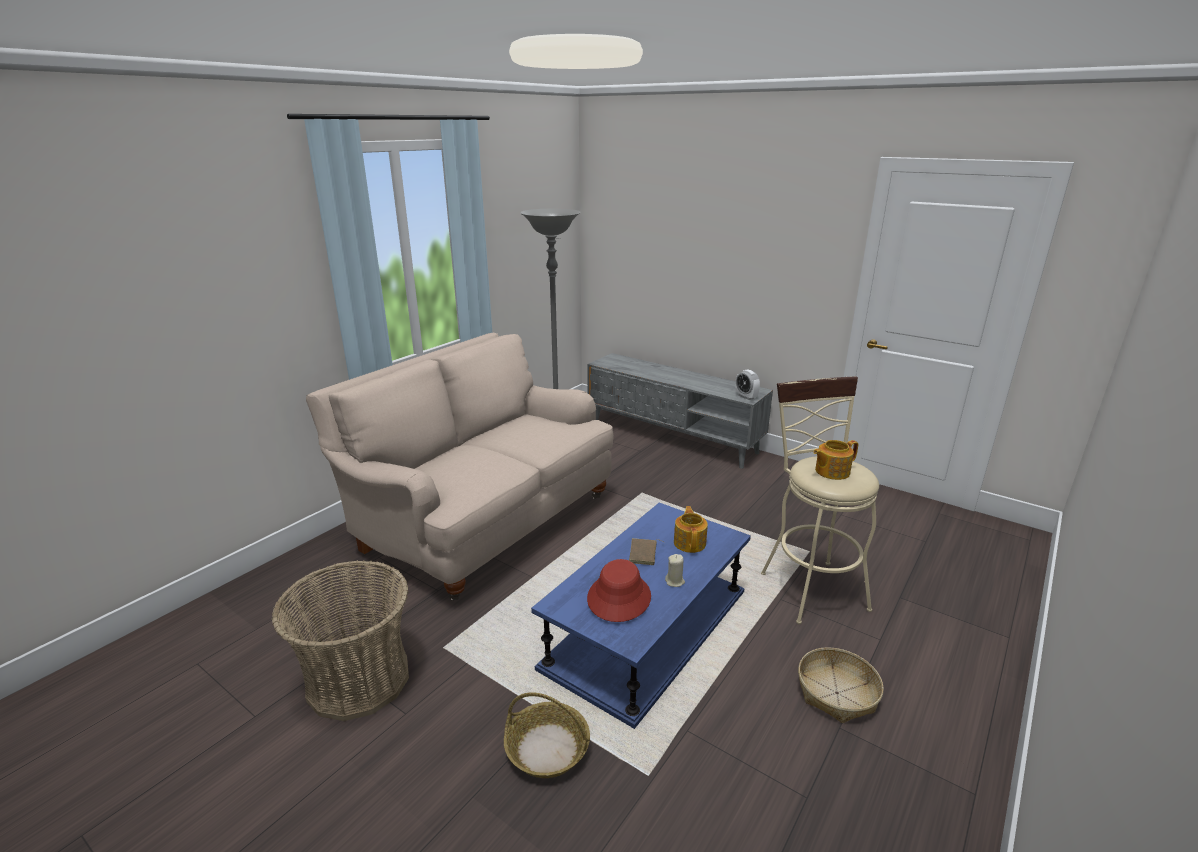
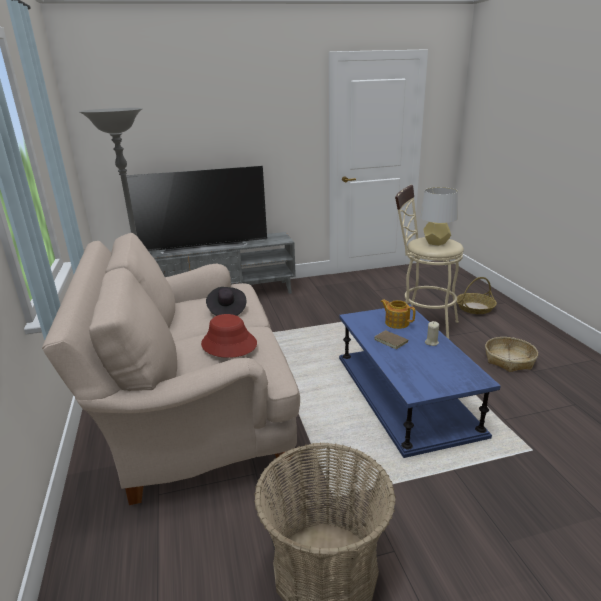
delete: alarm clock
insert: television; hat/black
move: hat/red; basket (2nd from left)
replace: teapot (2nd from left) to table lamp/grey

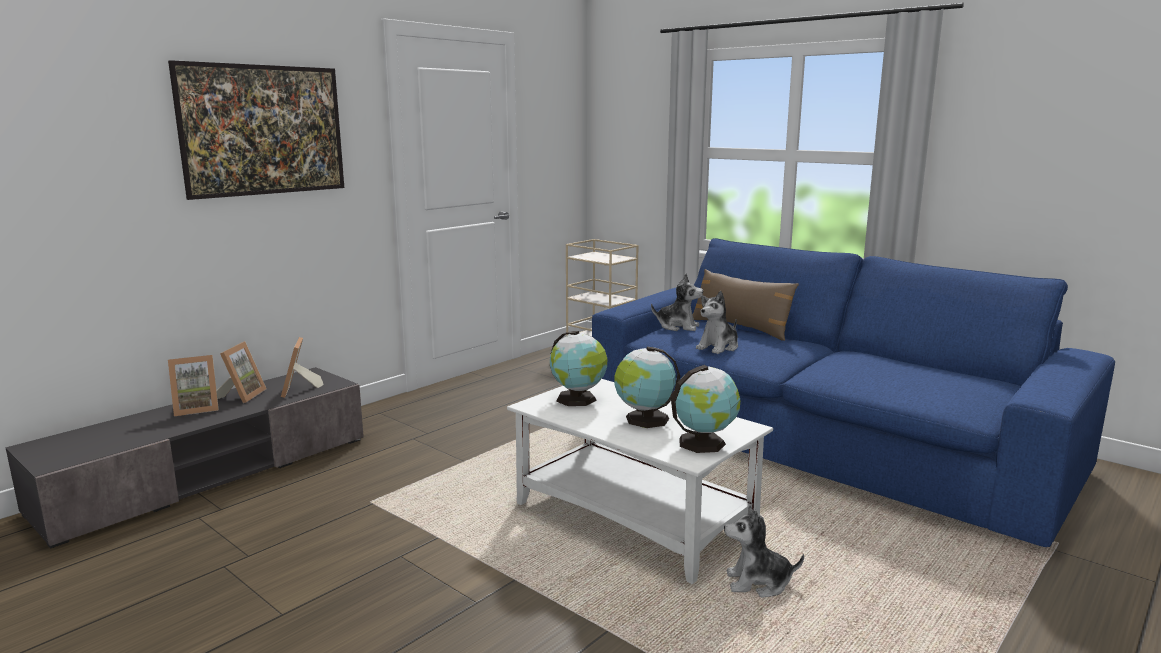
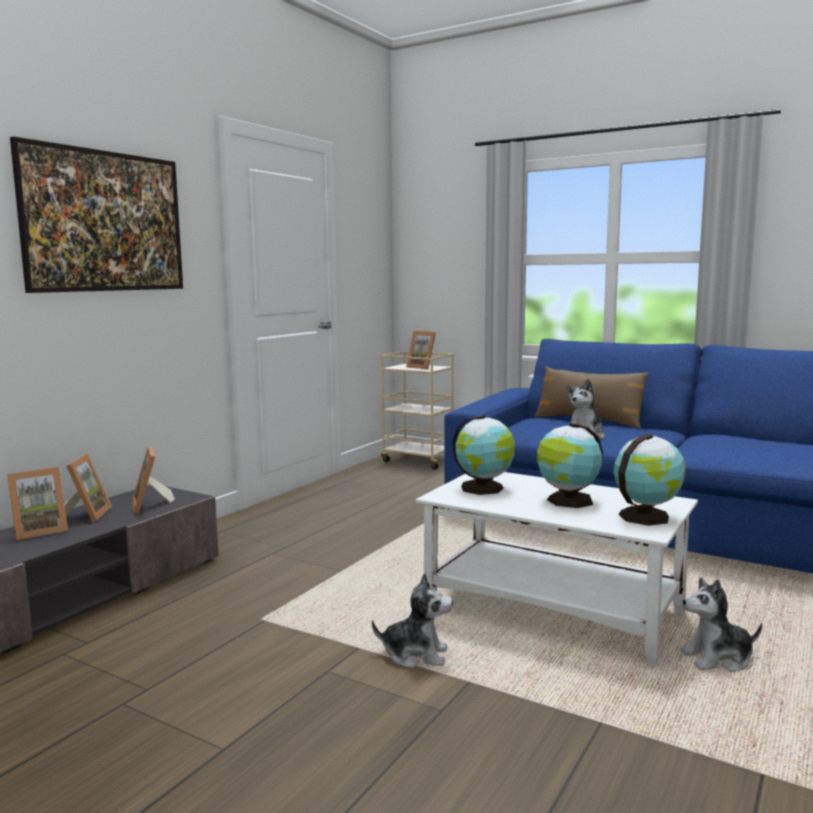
insert: picture frame (4th from left)
move: plush toy (1st from left)

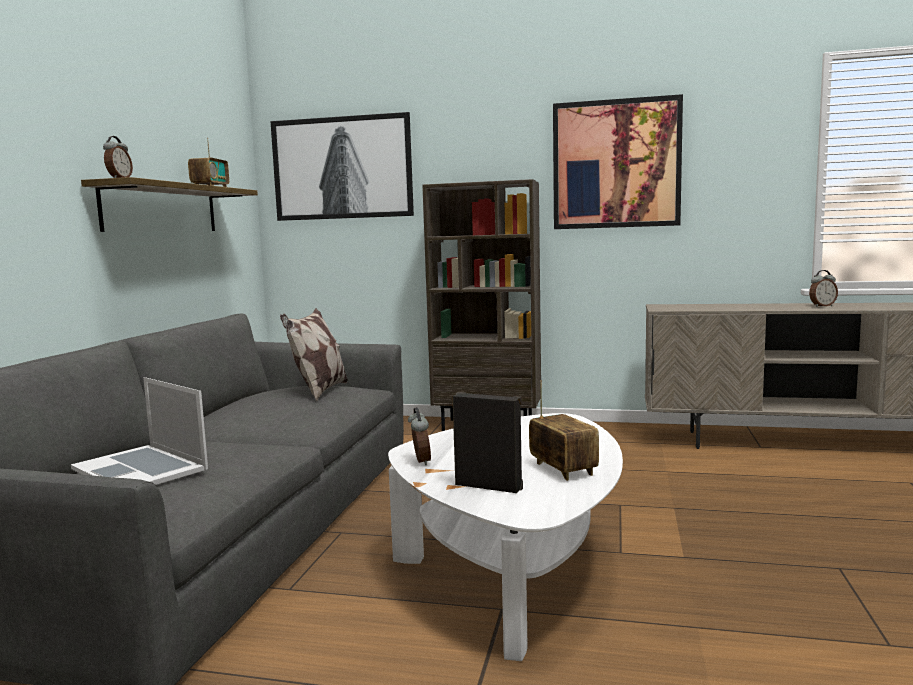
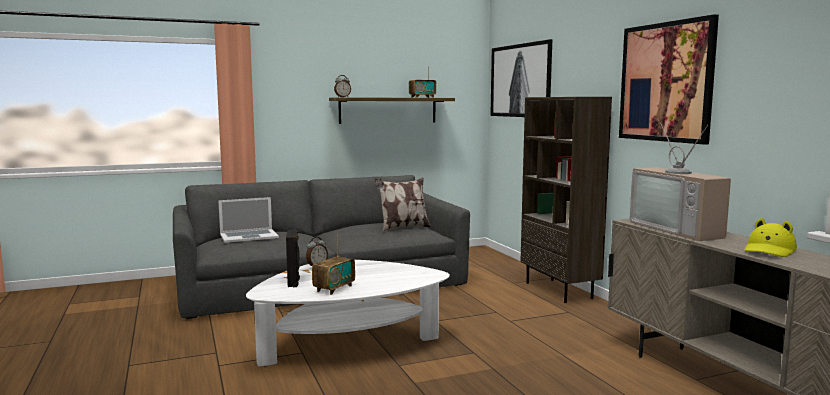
insert: television
replace: alarm clock (3rd from left) to hat/yellow
rotate: laptop 120 degrees counterclockwise

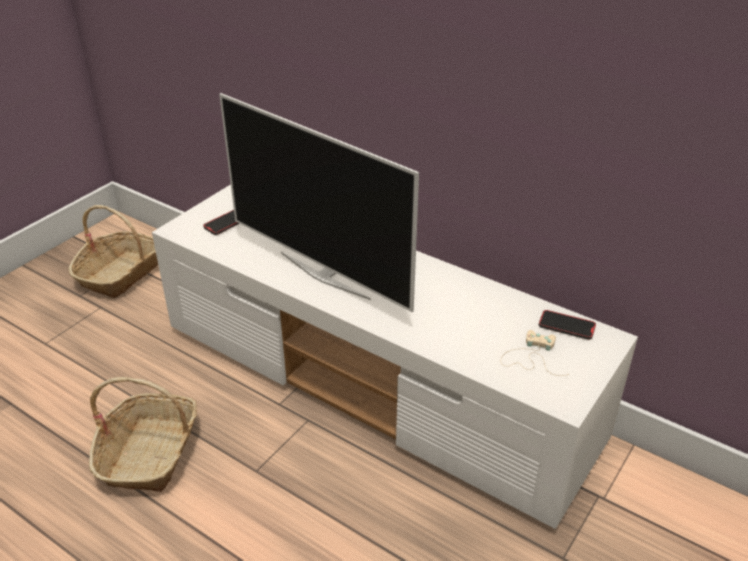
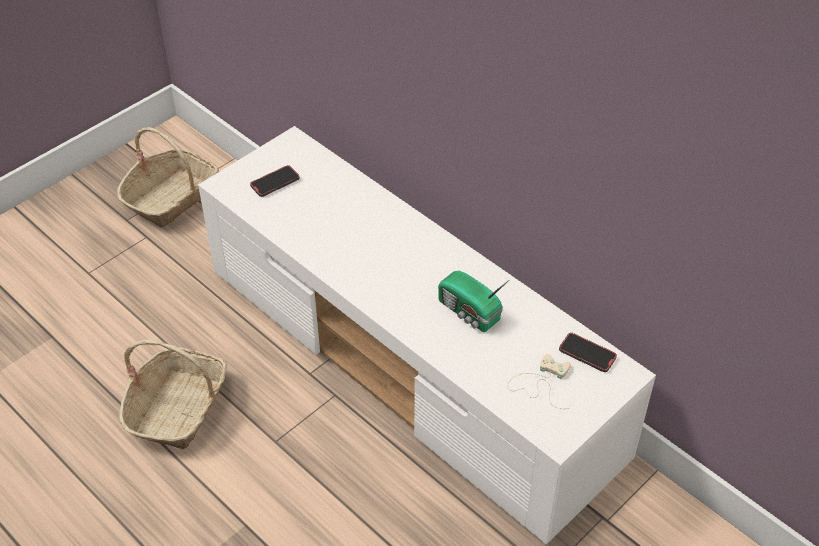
delete: television
insert: radio

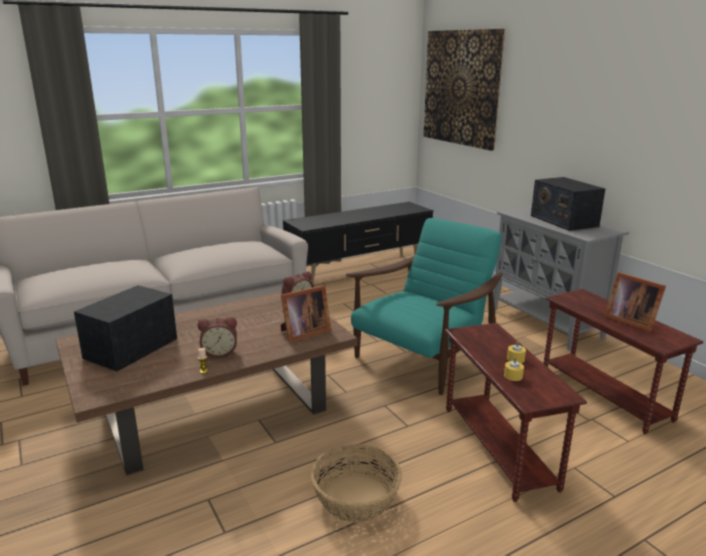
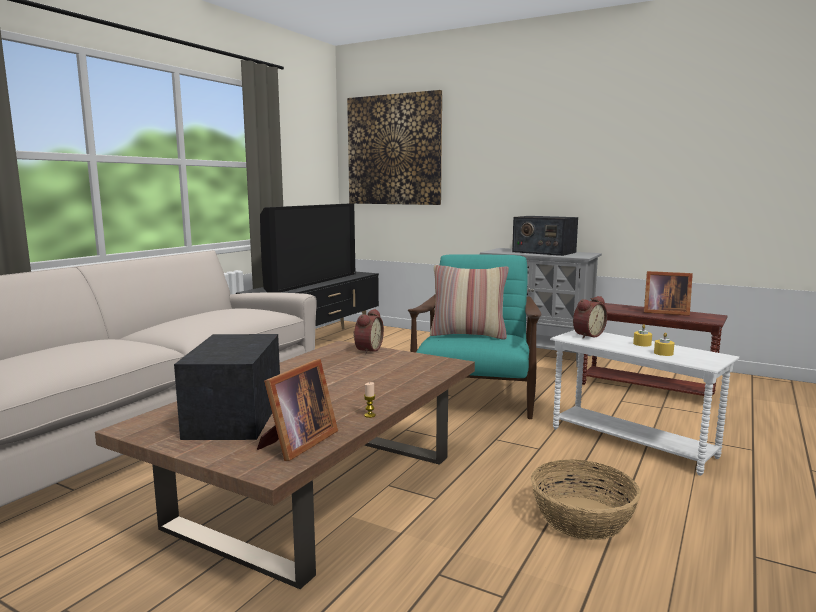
insert: television; pillow
move: picture frame (1st from left); alarm clock (1st from left in the first image) to alarm clock (2nd from left)
recolor: side table/brown (1st from left) to side table/white

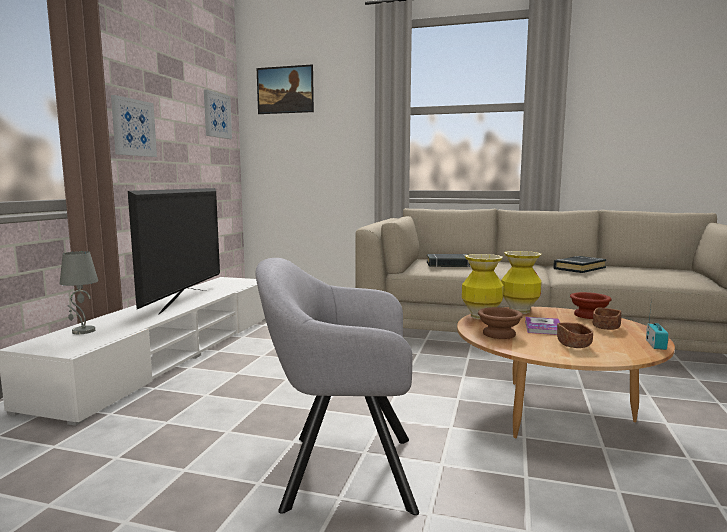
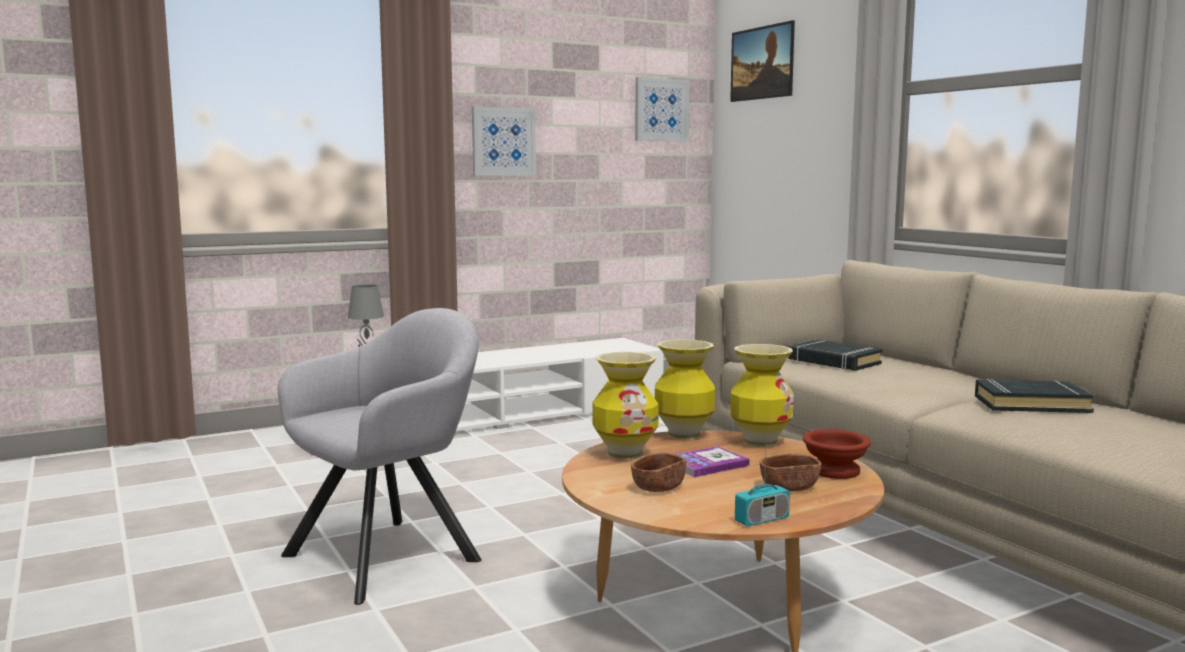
delete: television
replace: bowl/brown (1st from left) to vase (1st from left)
rotate: armchair/grey 90 degrees clockwise

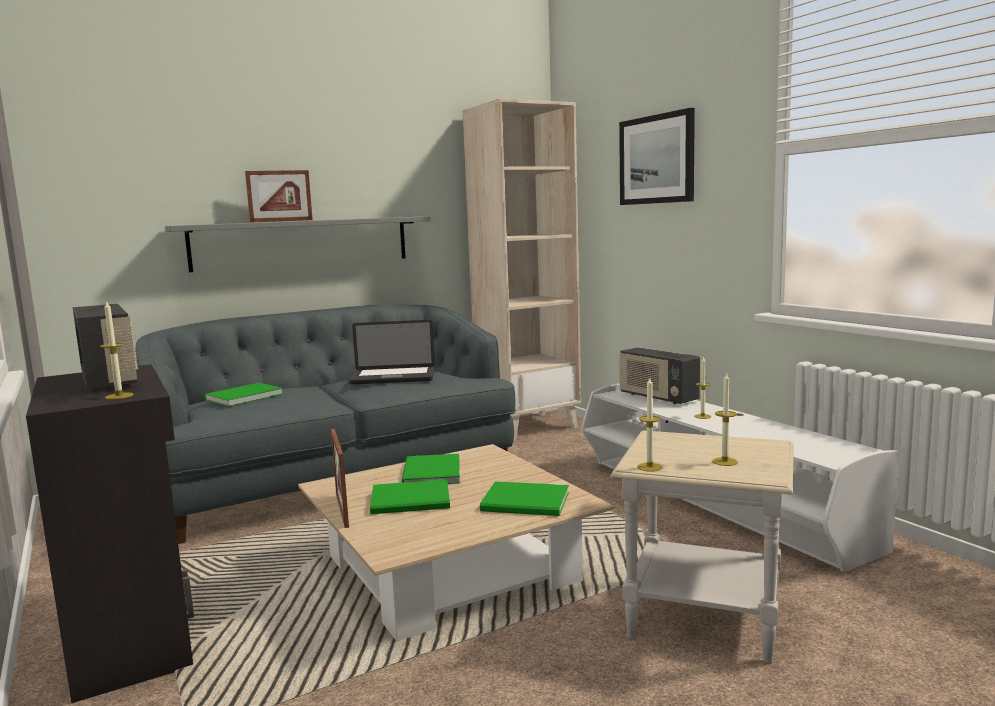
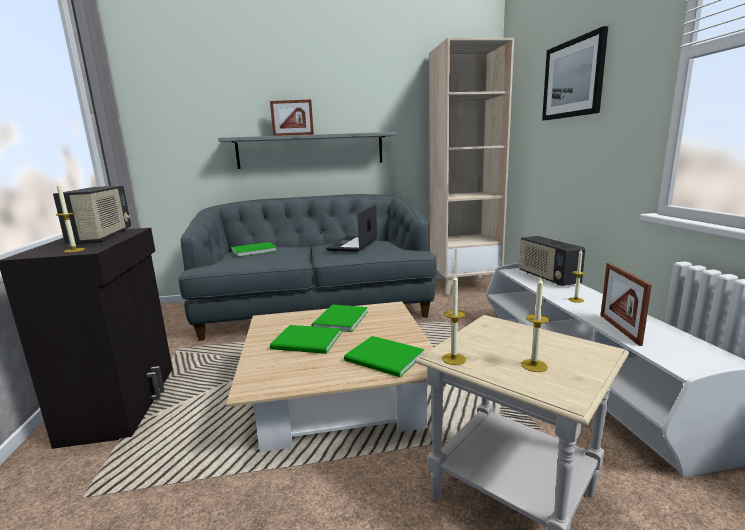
move: picture frame (2nd from left)
rotate: laptop 90 degrees clockwise

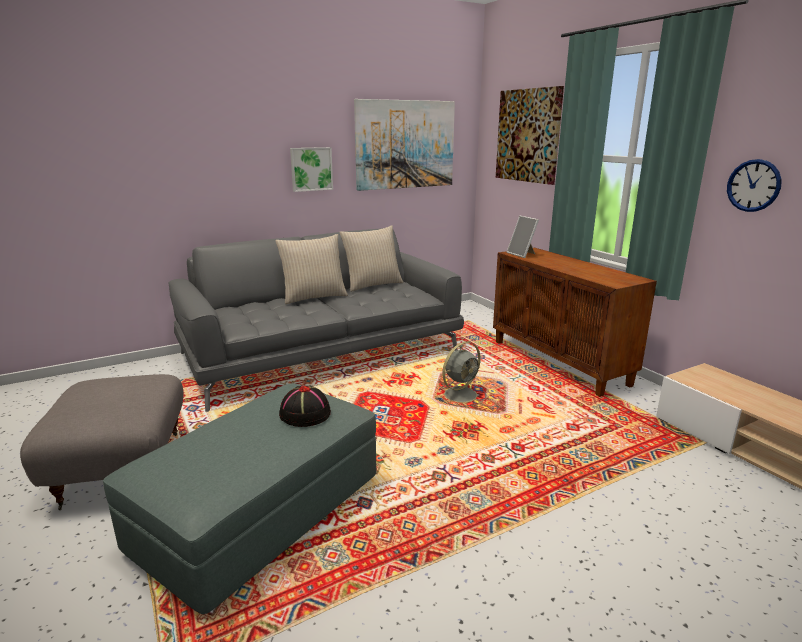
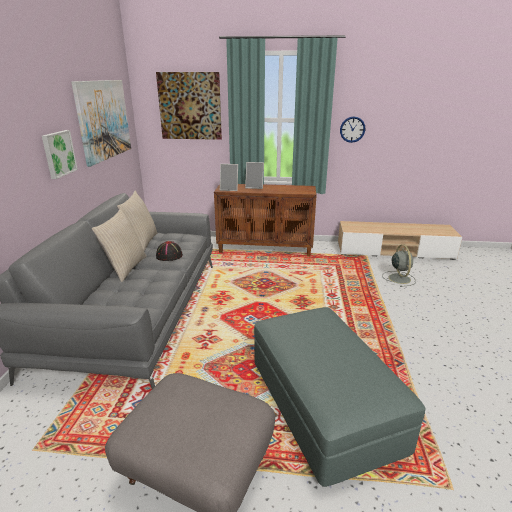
insert: picture frame (2nd from left)
move: hat/black; fan/grey

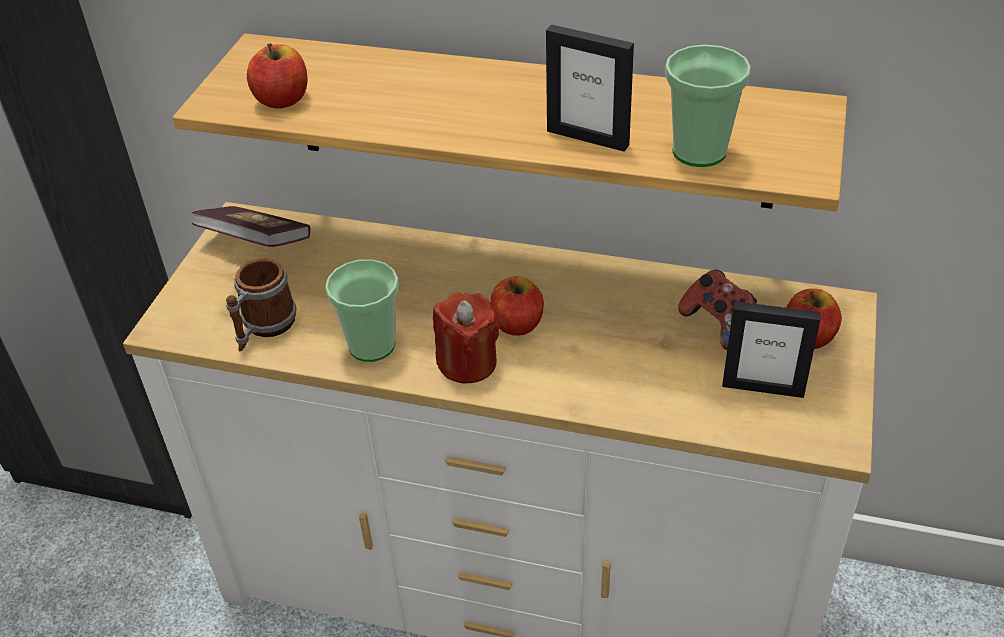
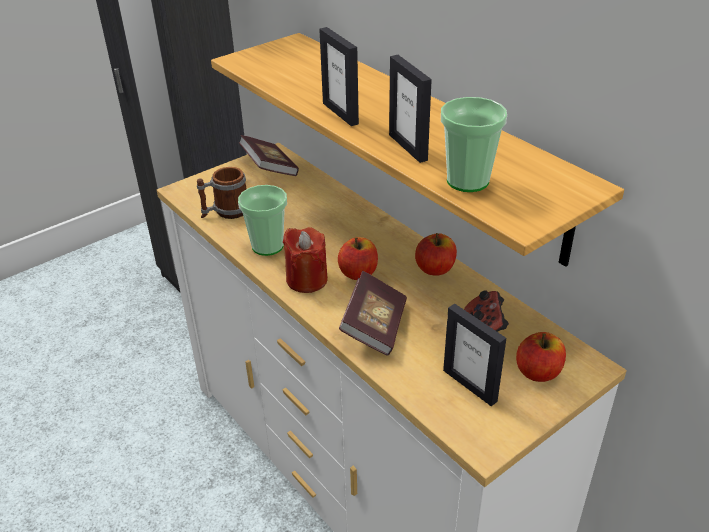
insert: picture frame (1st from left); book (2nd from left)
move: apple (1st from left in the first image) to apple (2nd from left)

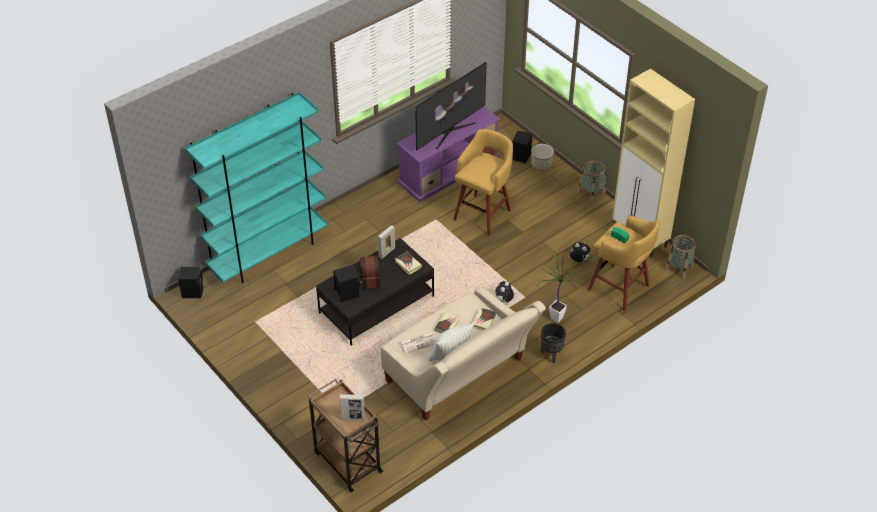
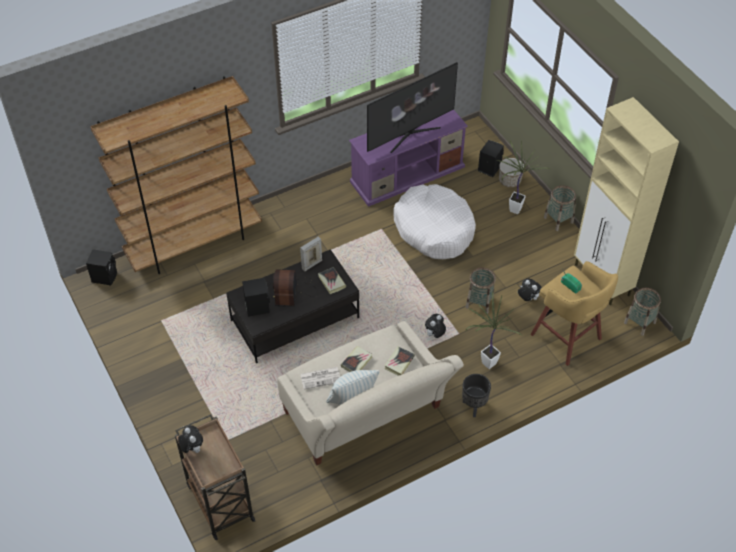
delete: picture frame (1st from left)
insert: plush toy (1st from left); basket (1st from left); potted plant (2nd from left)
replace: stool/yellow (1st from left) to dog bed/white
recolor: bookcase/turquoise to bookcase/brown

